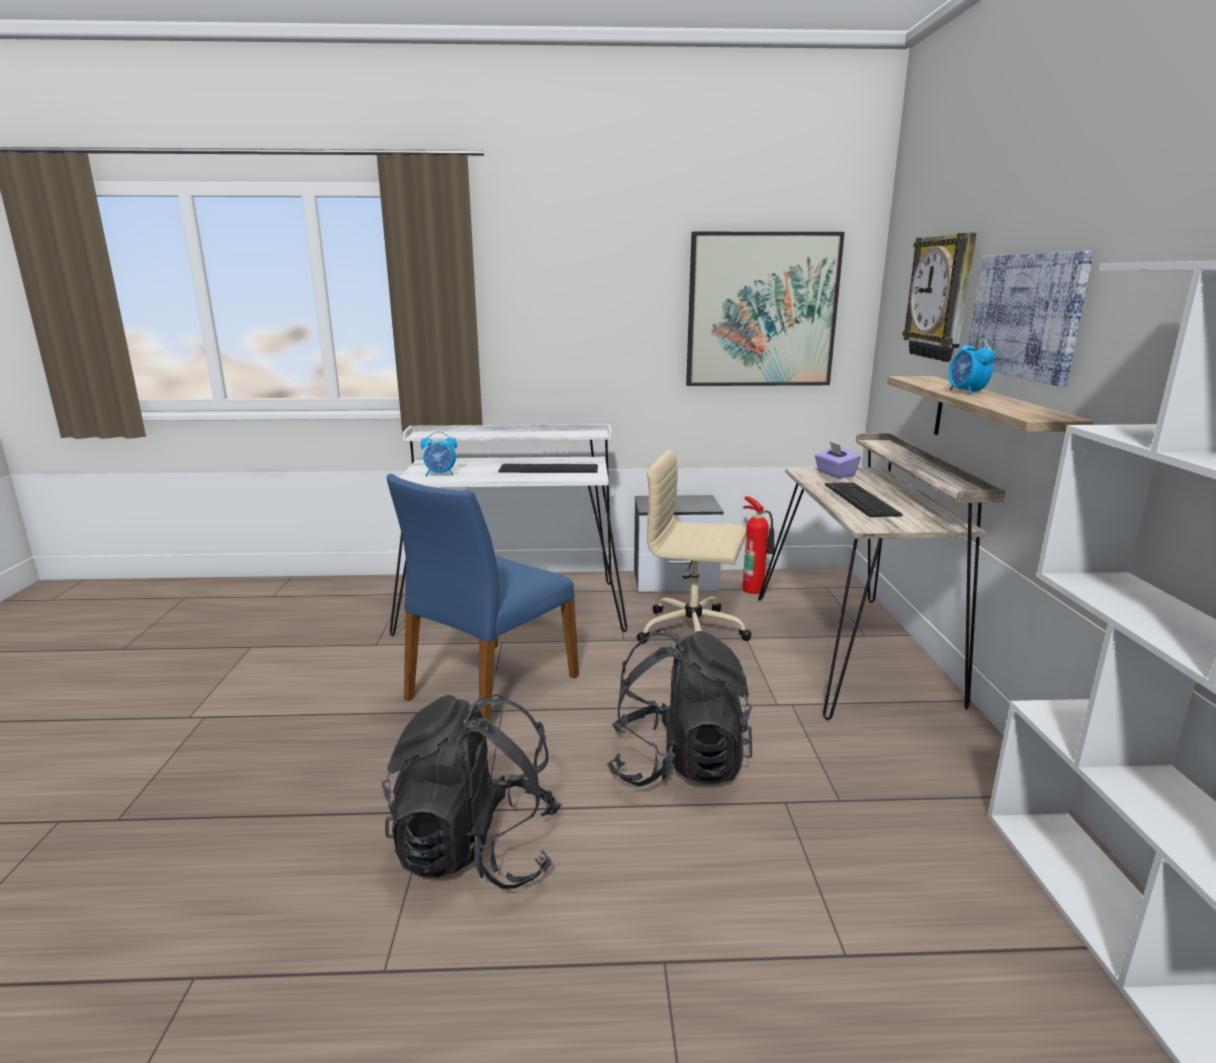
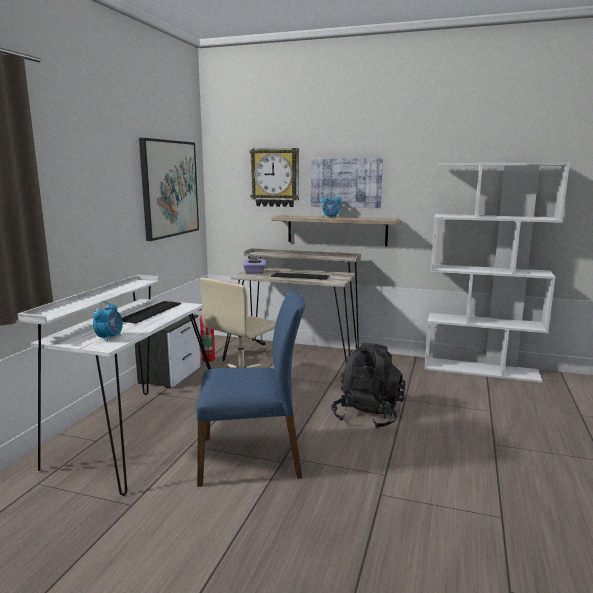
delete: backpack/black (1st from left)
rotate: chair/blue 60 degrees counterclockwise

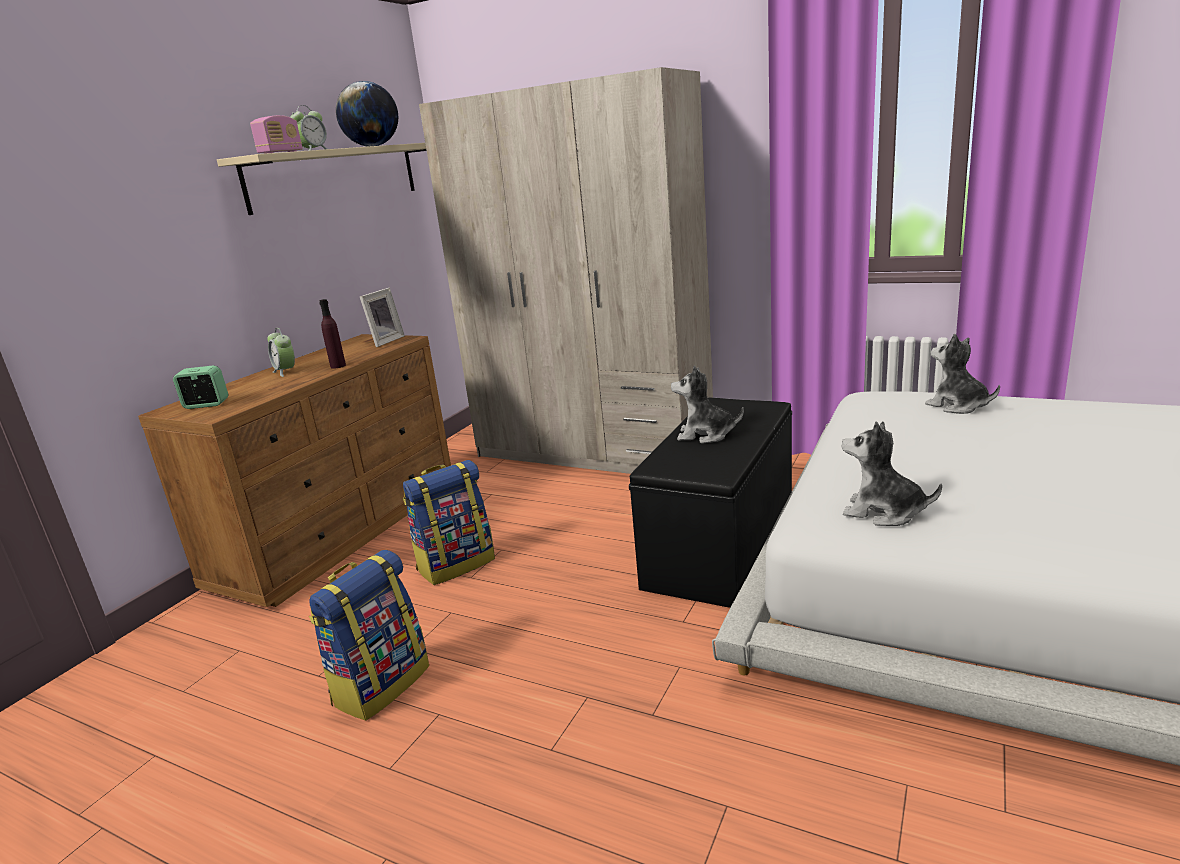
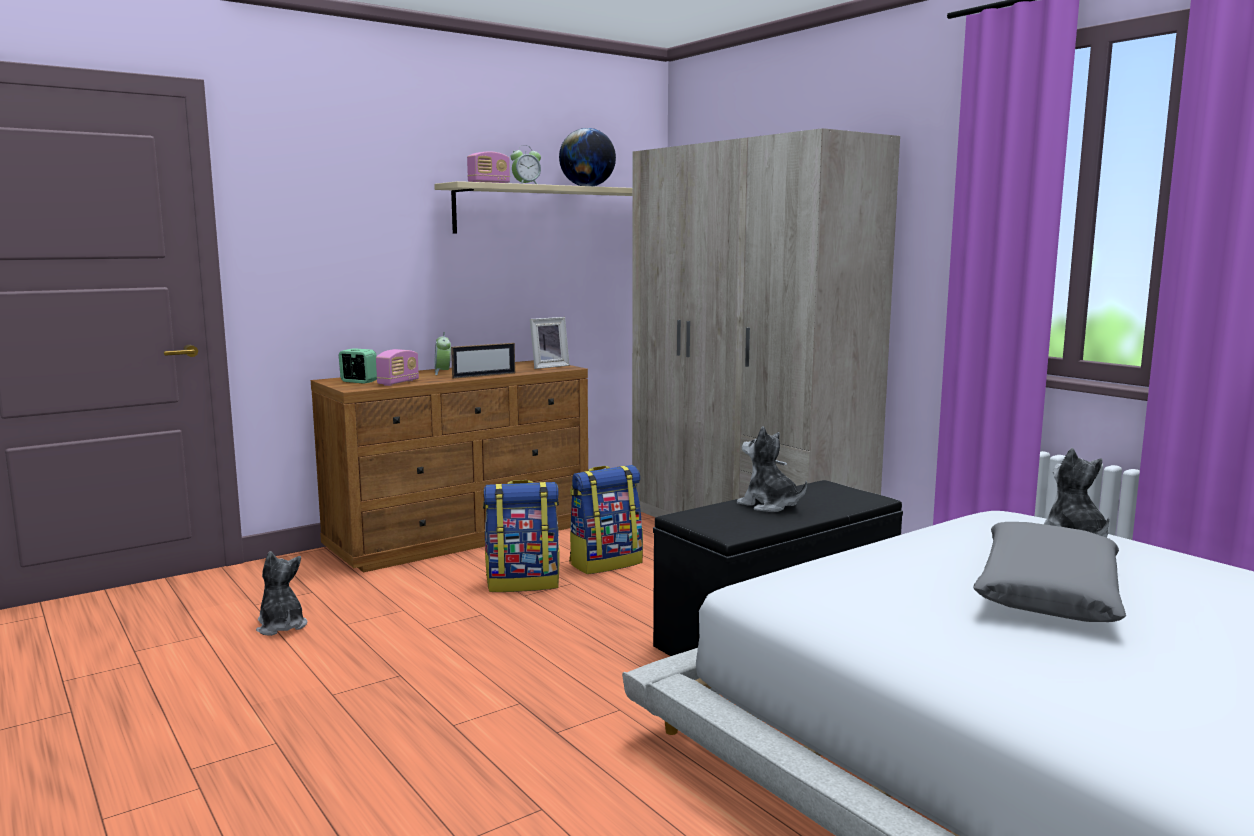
insert: radio (1st from left); pillow/grey
move: plush toy (2nd from left in the first image) to plush toy (1st from left); backpack (1st from left in the first image) to backpack (2nd from left)
replace: bottle/purple to picture frame (1st from left)

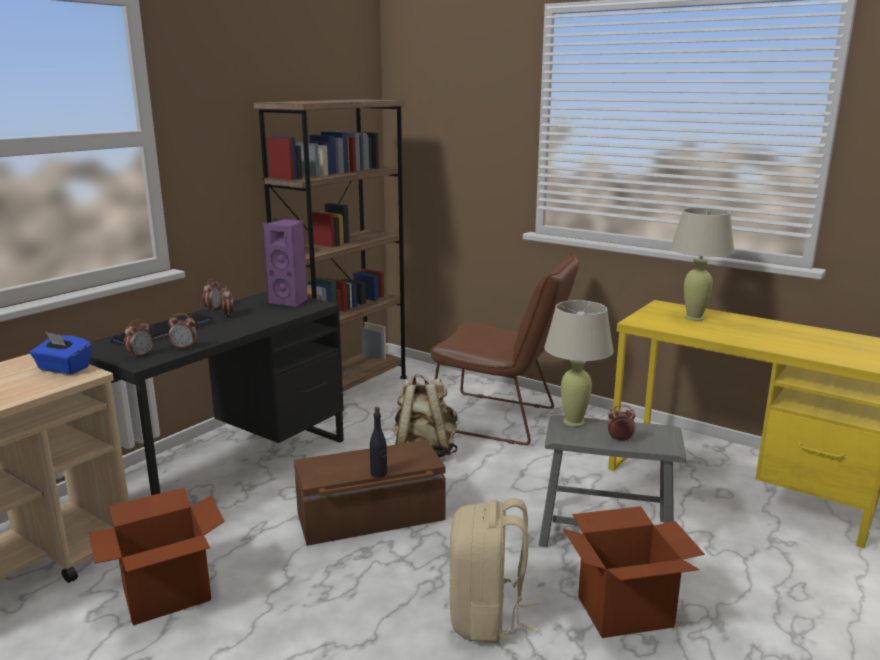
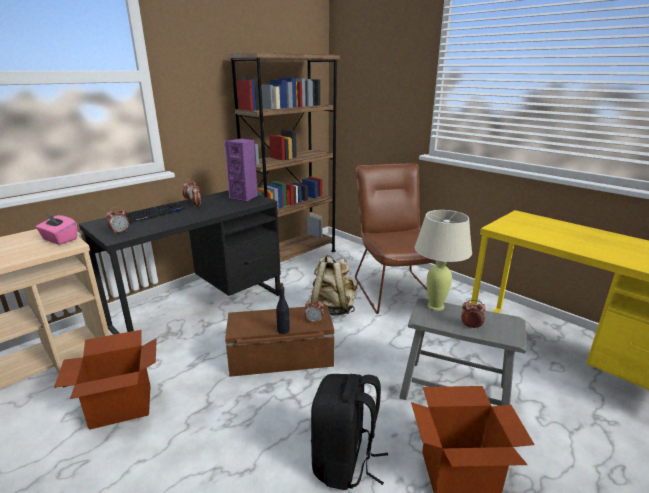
delete: table lamp/beige (2nd from left)
move: alarm clock (2nd from left in the first image) to alarm clock (4th from left)
recolor: tissue box/blue to tissue box/pink; backpack/beige (2nd from left) to backpack/black
rotate: chair/brown 135 degrees counterclockwise

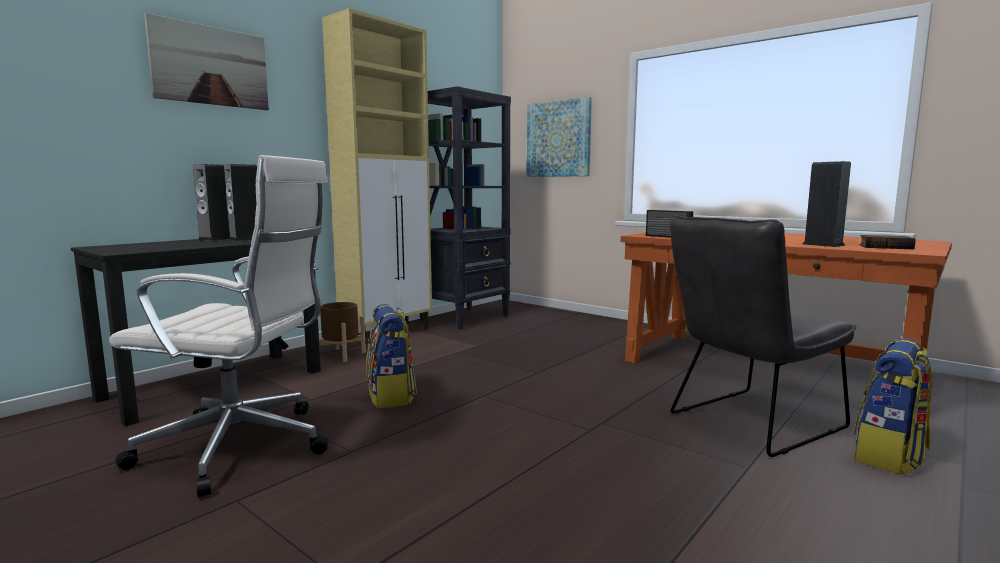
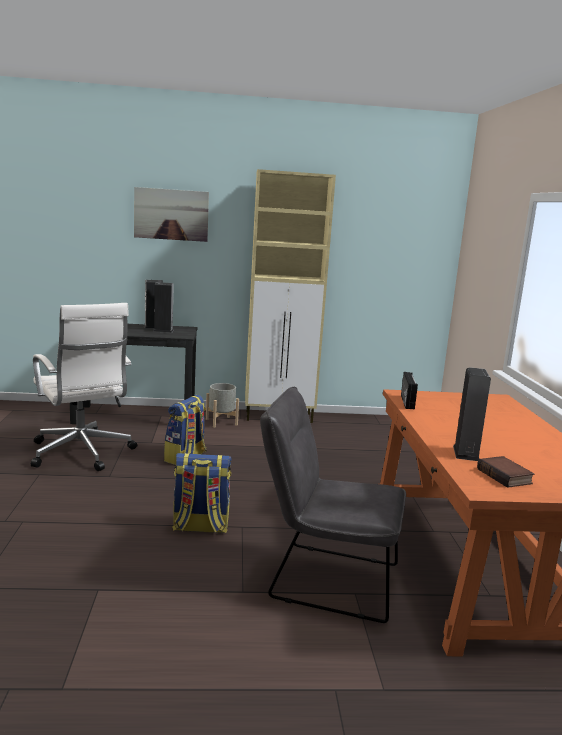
delete: bookcase/black; picture (2nd from left)
move: backpack (2nd from left)
recolor: planter/brown to planter/grey

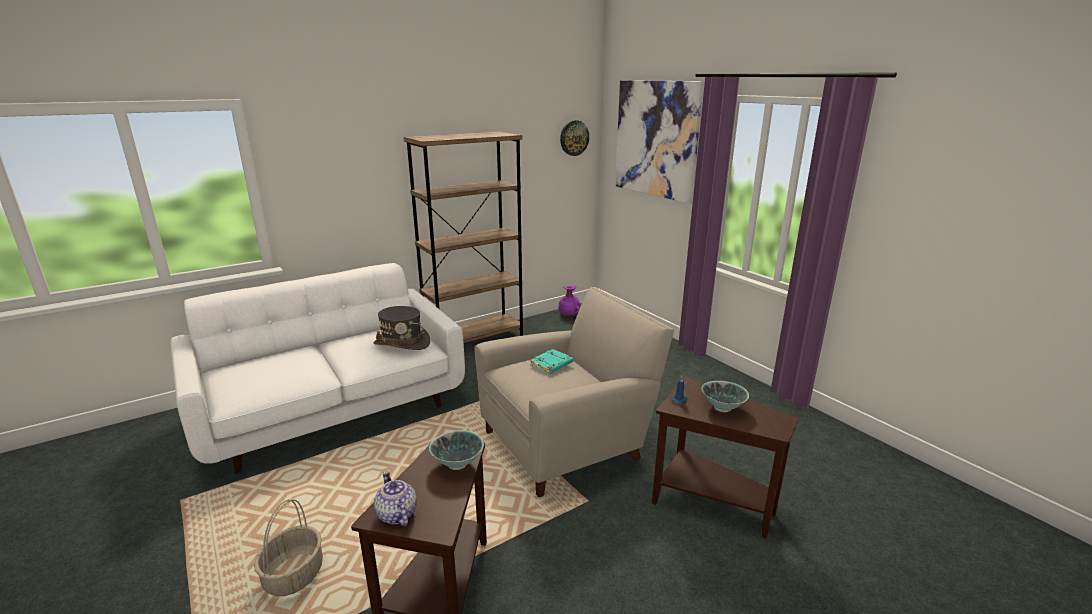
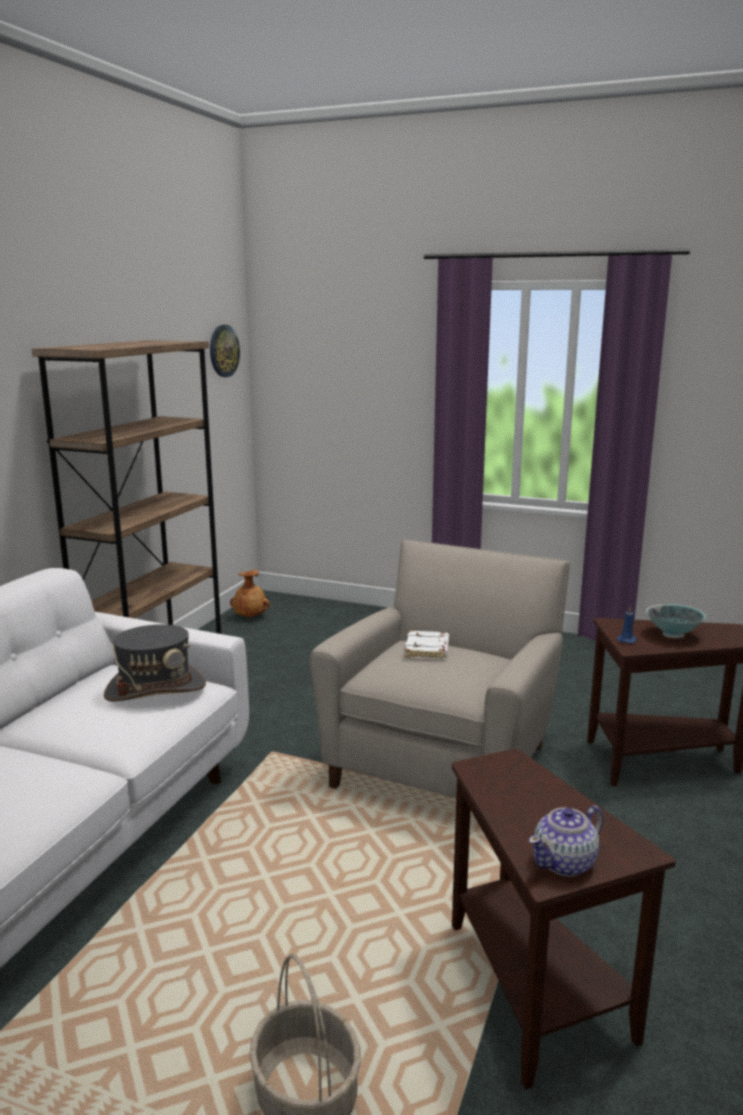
delete: bowl (1st from left); picture
recolor: vase/purple to vase/brown; book/turquoise to book/white
rotate: teapot 60 degrees counterclockwise

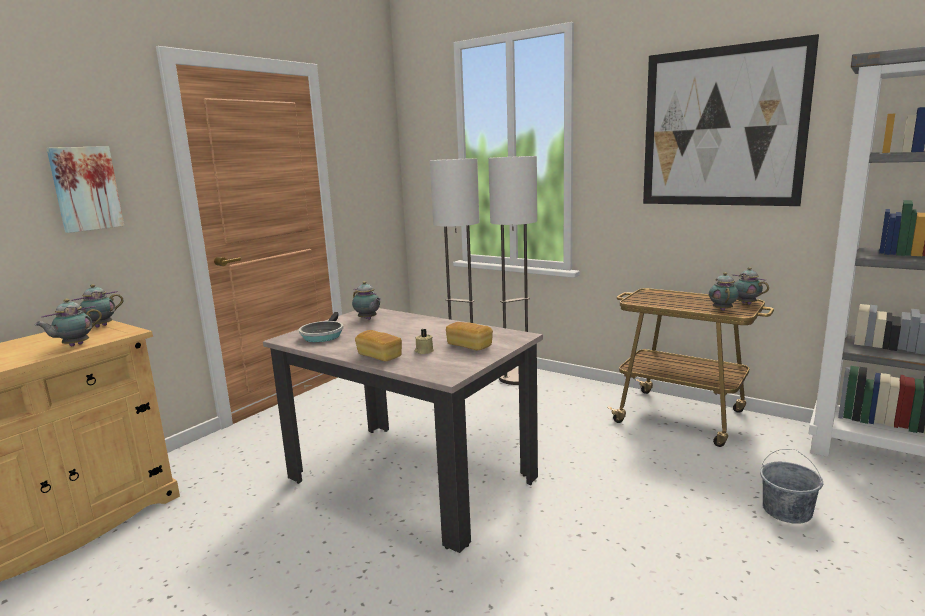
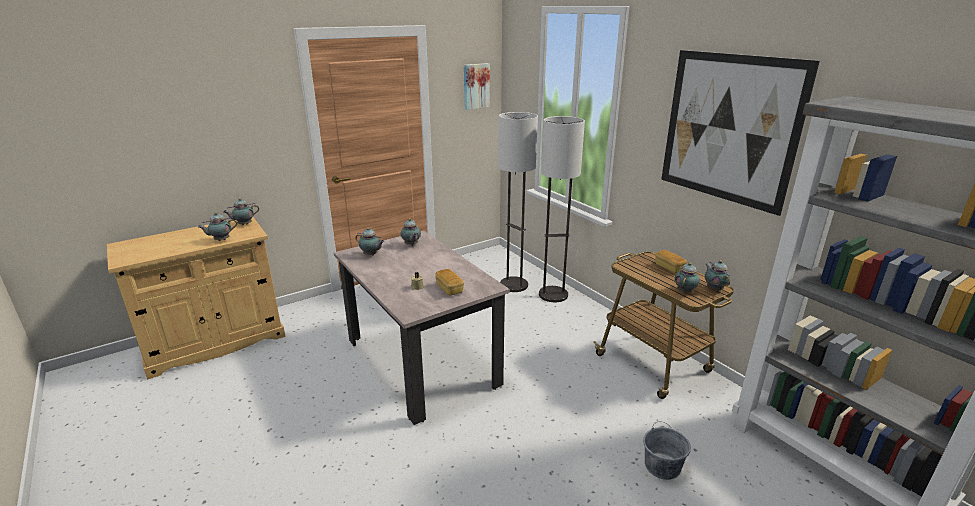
move: picture (1st from left); bread (1st from left in the first image) to bread (2nd from left)
replace: frying pan to teapot (3rd from left)

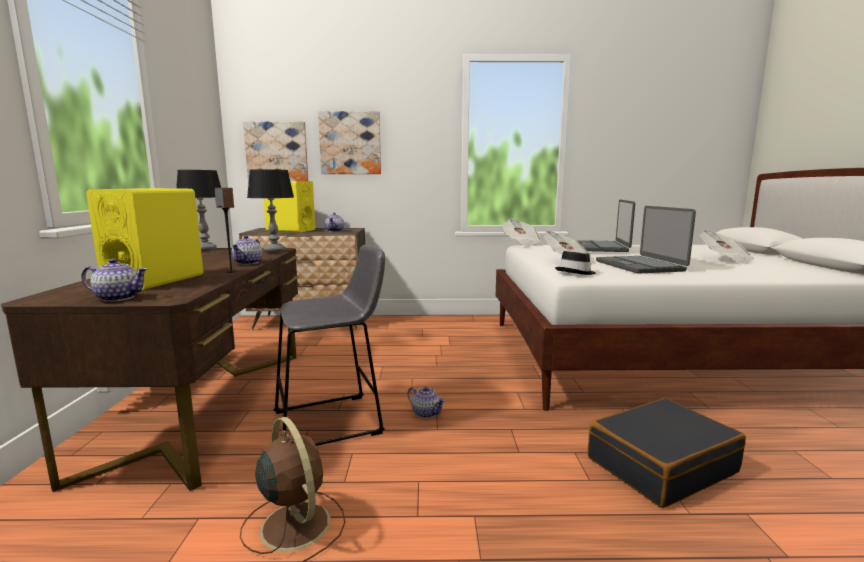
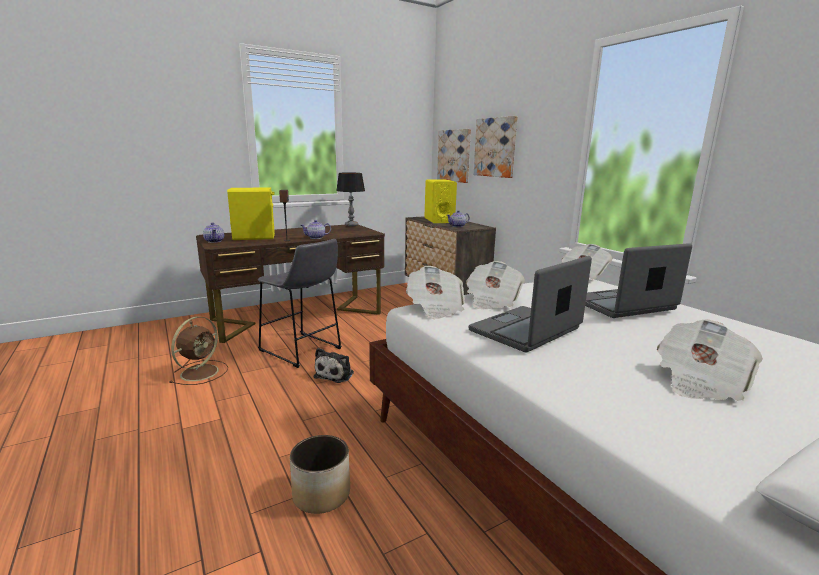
delete: table lamp (2nd from left)
replace: suitcase/black to planter; teapot (4th from left) to plush toy; hat/black to newspaper (1st from left)

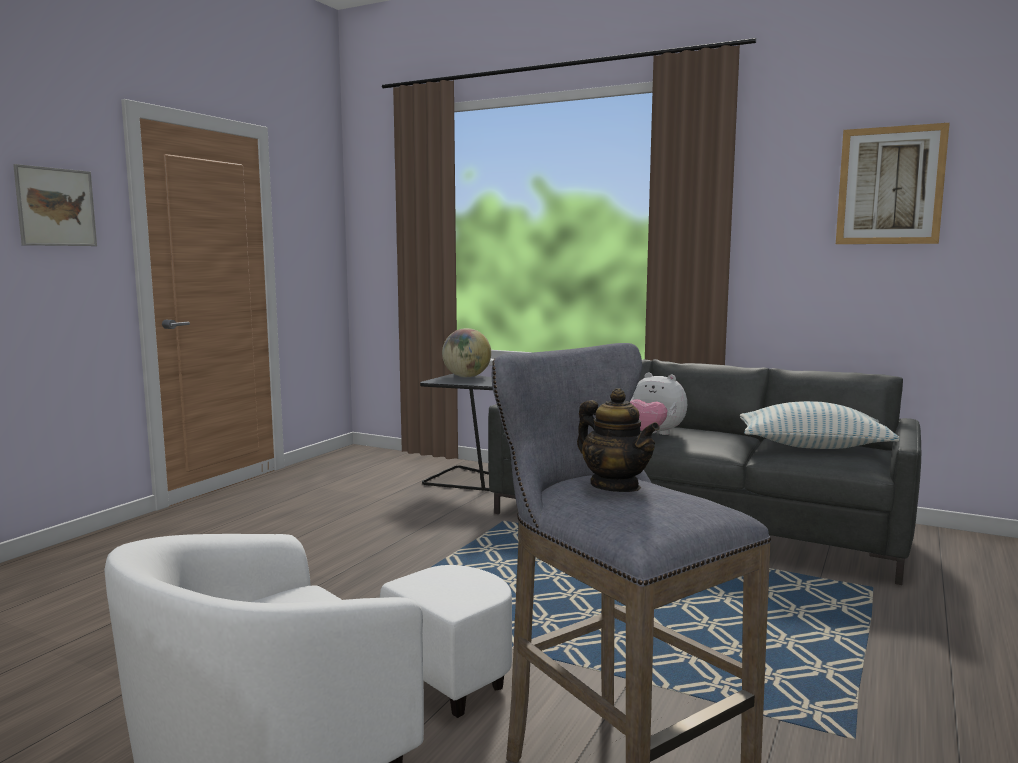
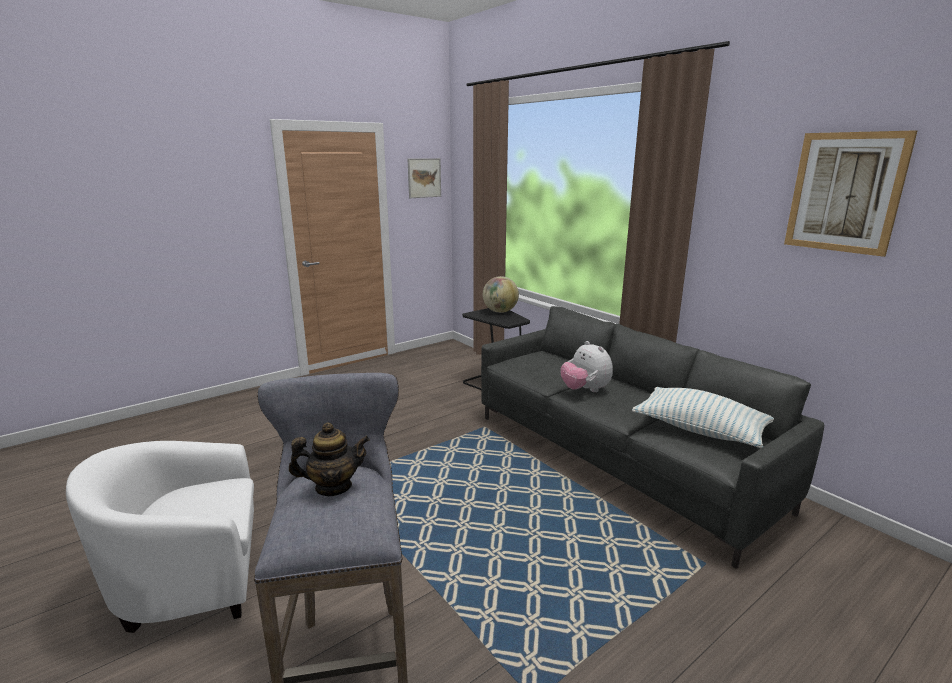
move: picture (1st from left)
rotate: teapot 90 degrees counterclockwise

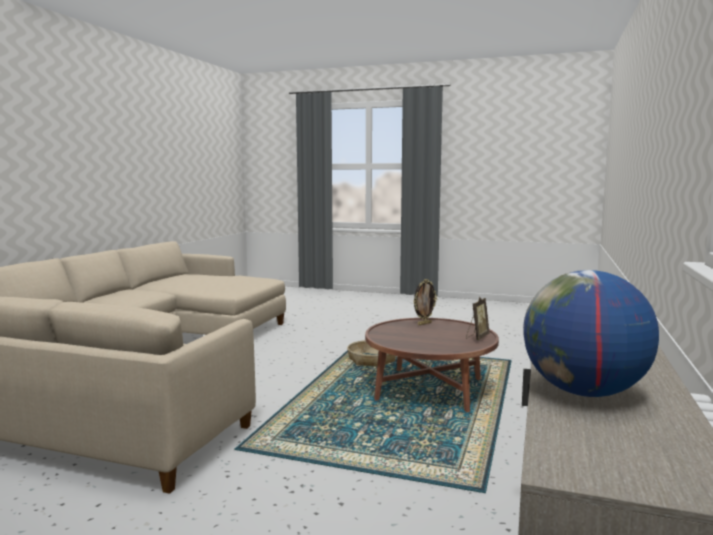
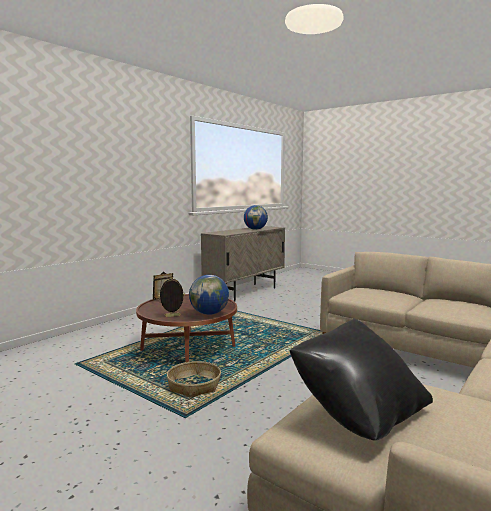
insert: globe (1st from left); pillow/black

